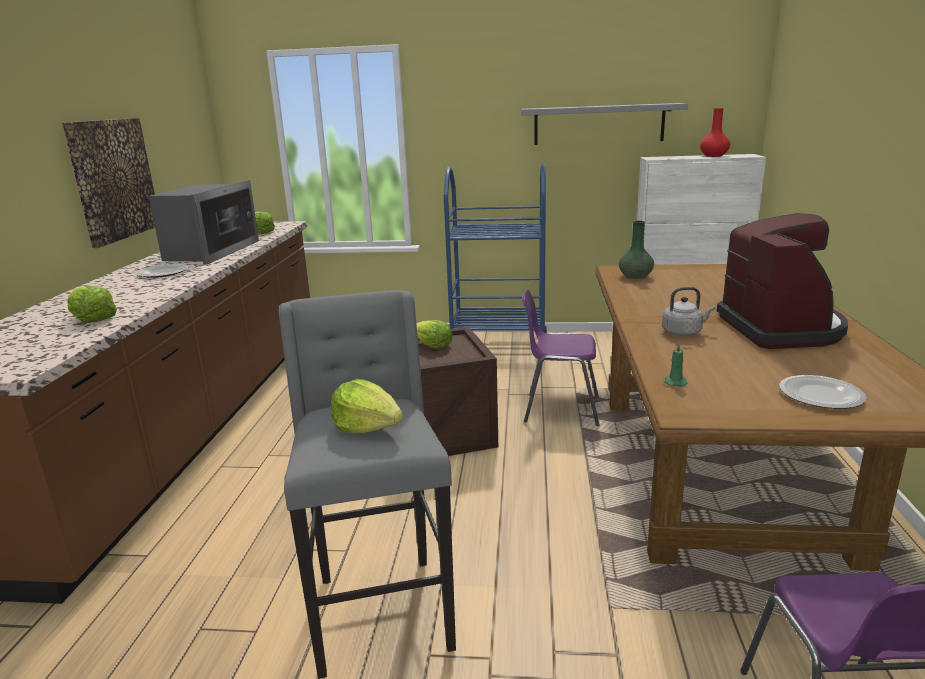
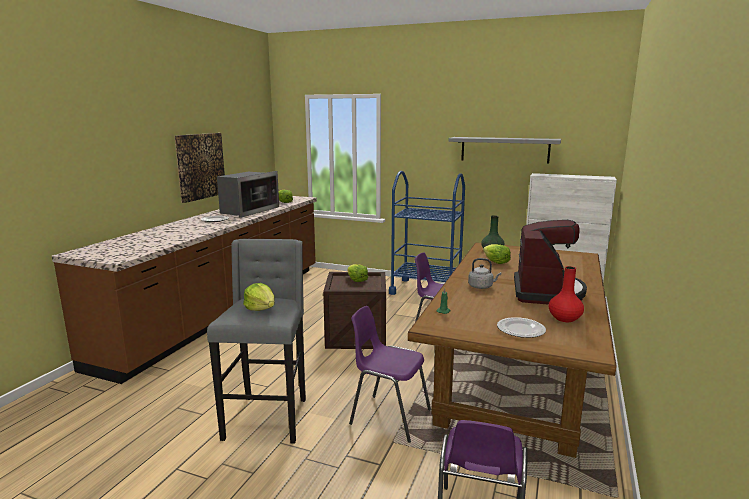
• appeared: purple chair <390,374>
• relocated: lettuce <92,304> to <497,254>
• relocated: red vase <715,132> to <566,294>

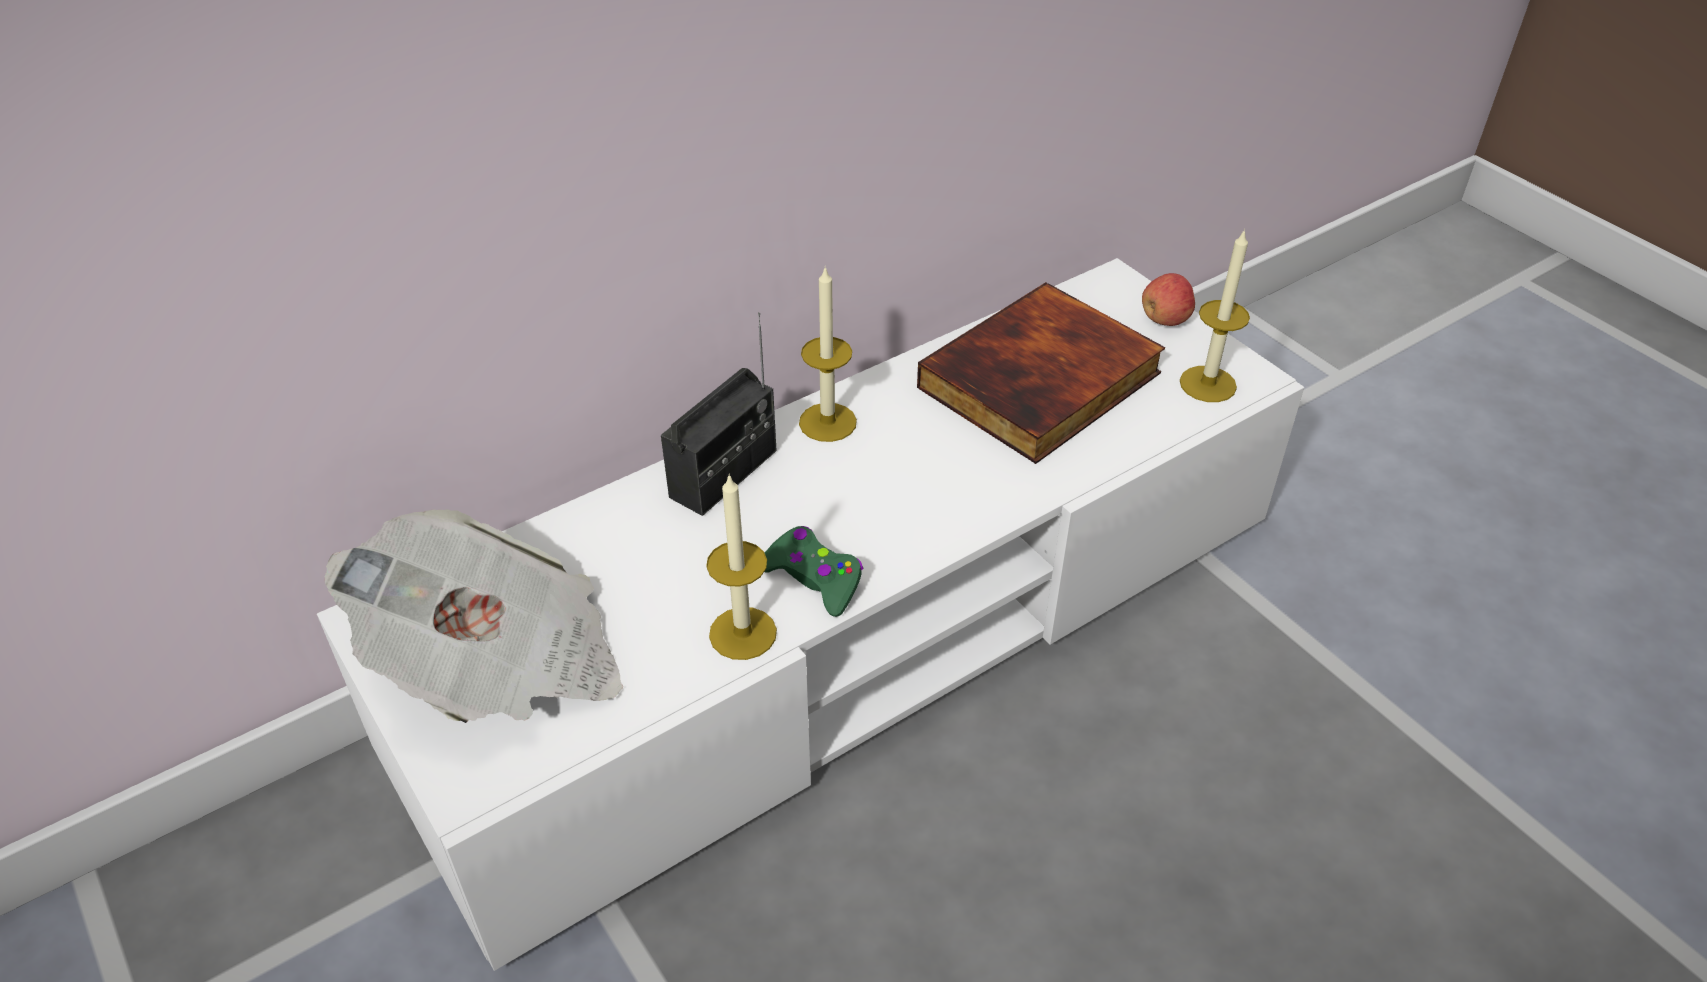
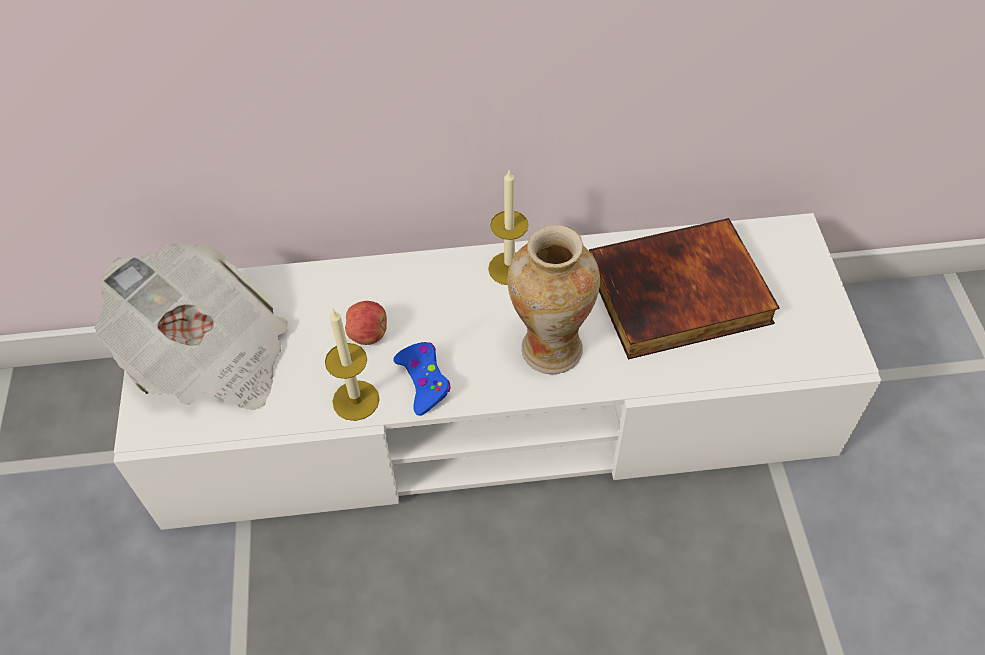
• missing: radio <719,414>
• missing: candle <1215,315>
• appeared: vase <553,299>
• relocated: apple <1168,299> to <366,323>
• colour: green game controller <813,571> to blue game controller <421,379>

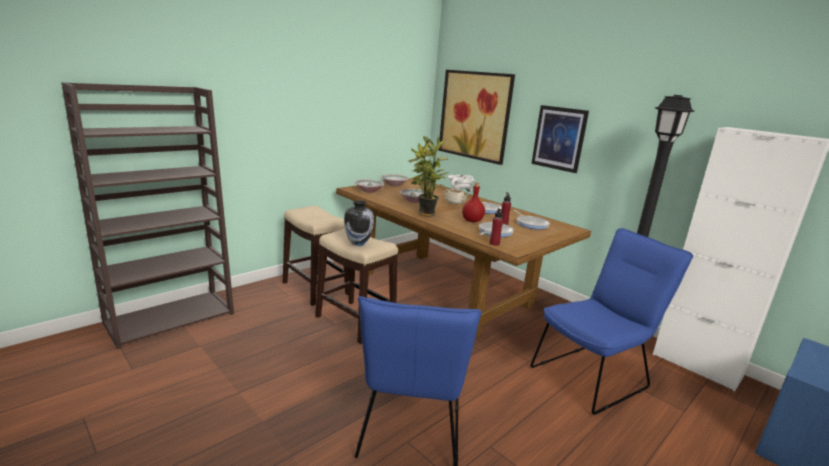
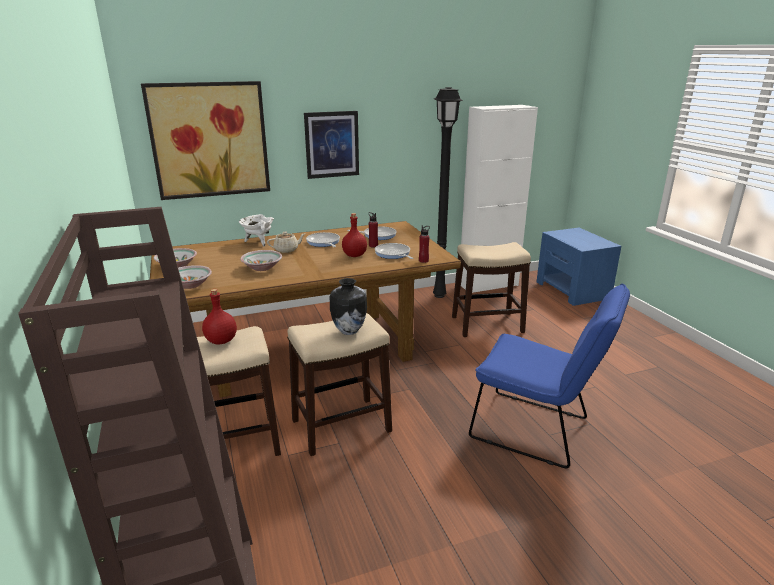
• missing: potted plant <428,177>
• appeared: red bottle <219,317>
• exchanged: blue chair <611,321> to stool <491,289>

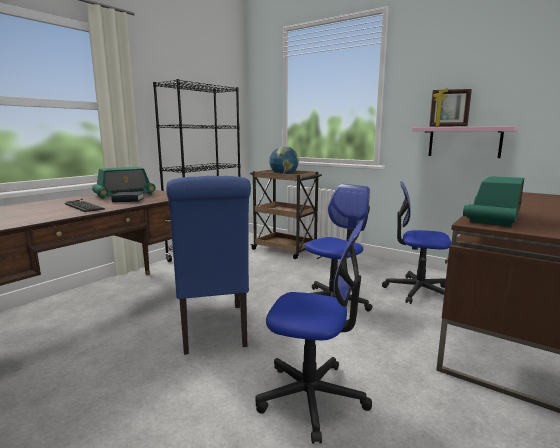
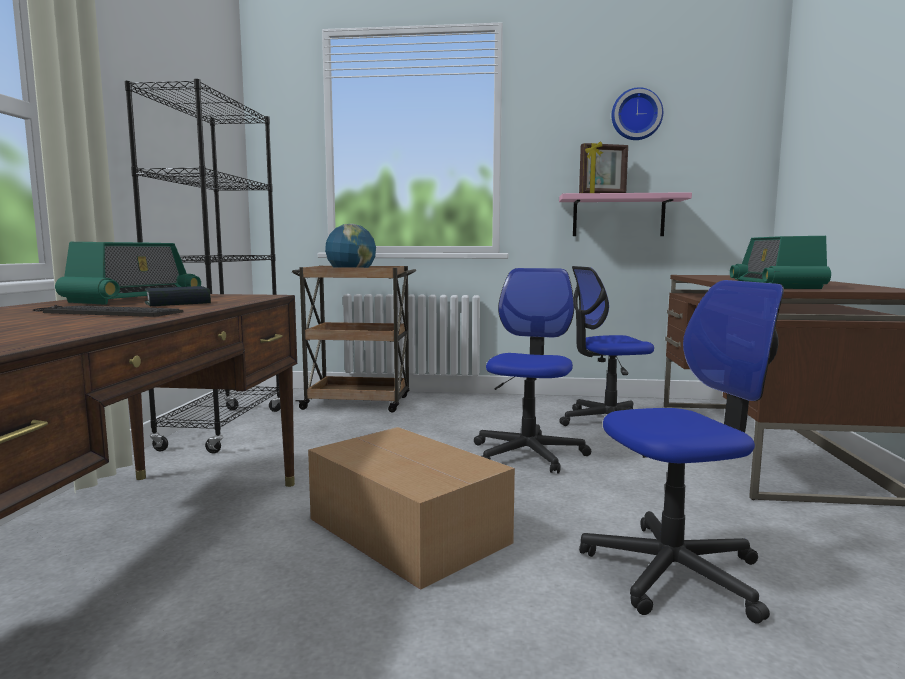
• appeared: wall clock <637,113>
• exchanged: blue chair <208,265> to cardboard box <411,508>

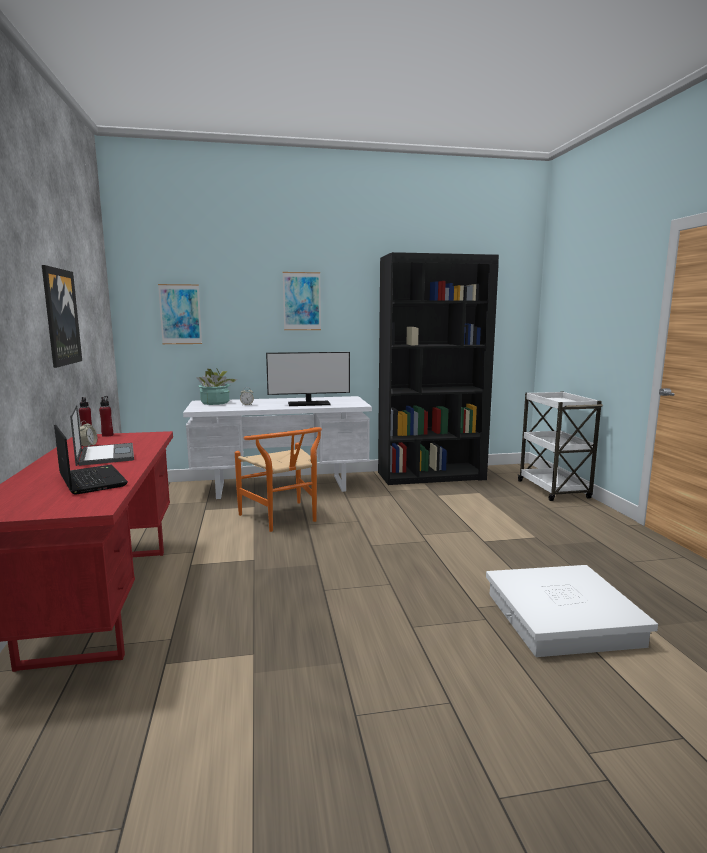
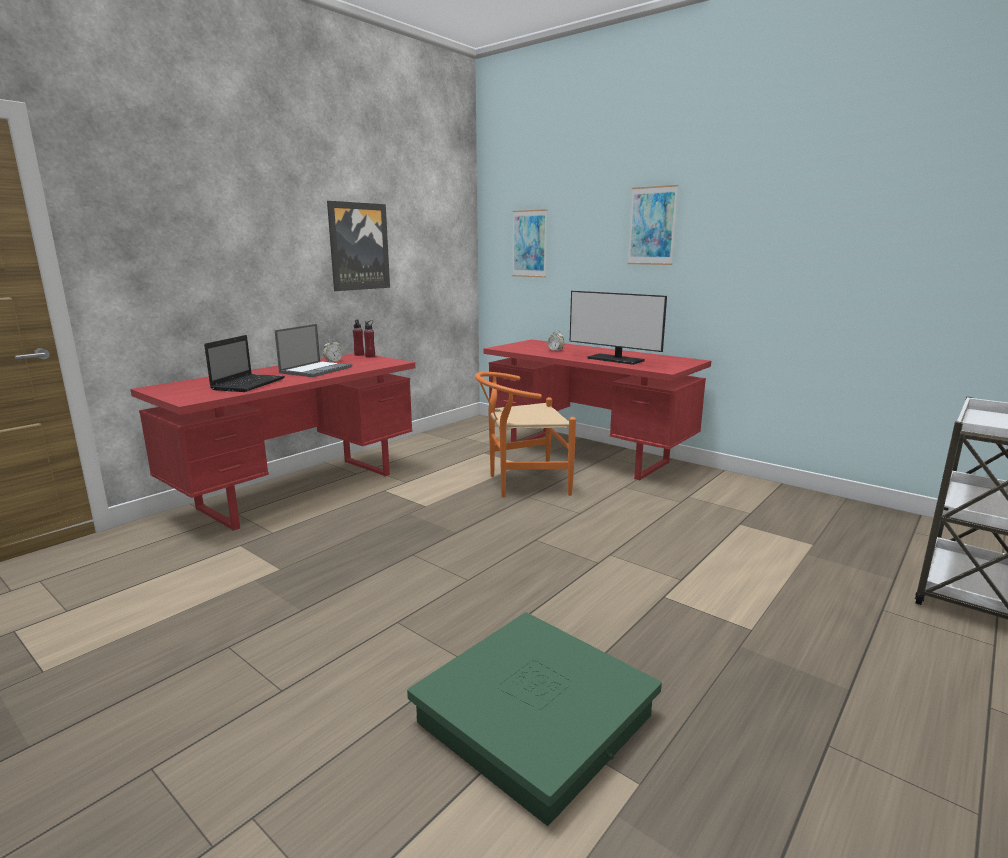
• missing: potted plant <217,386>
• missing: black bookcase <438,368>
• colour: white desk <277,447> to red desk <597,409>
• colour: white storage box <572,611> to green storage box <534,719>
• spun: orange chair <278,479> = <525,434> 60 degrees clockwise

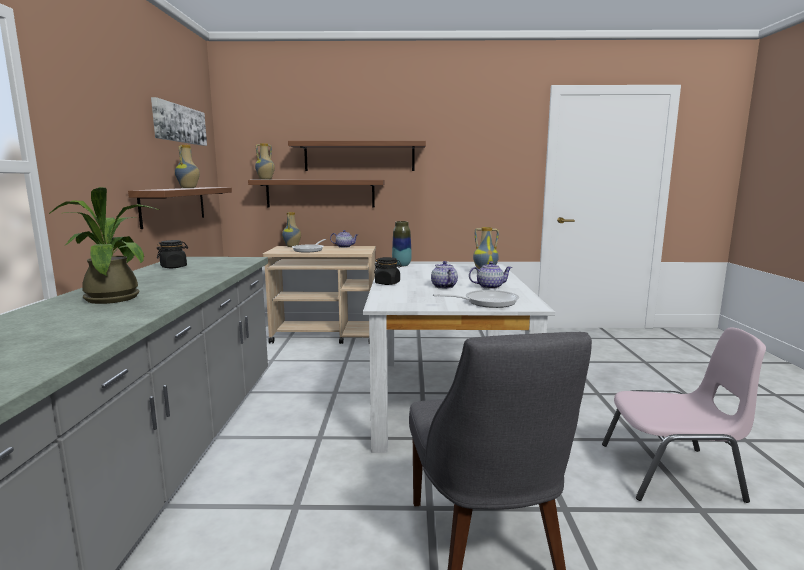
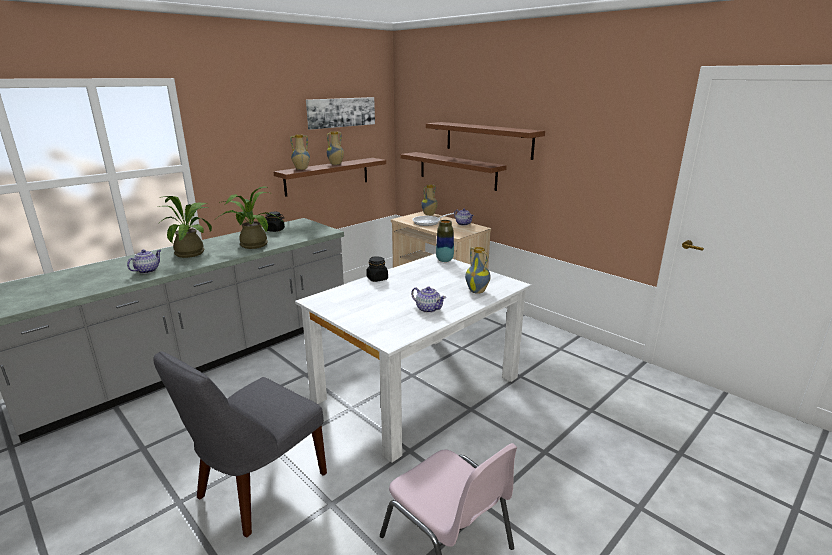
• missing: frying pan <476,299>
• appeared: potted plant <249,218>
• relocated: vase <265,161> to <300,152>
• relocated: teapot <444,275> to <144,262>

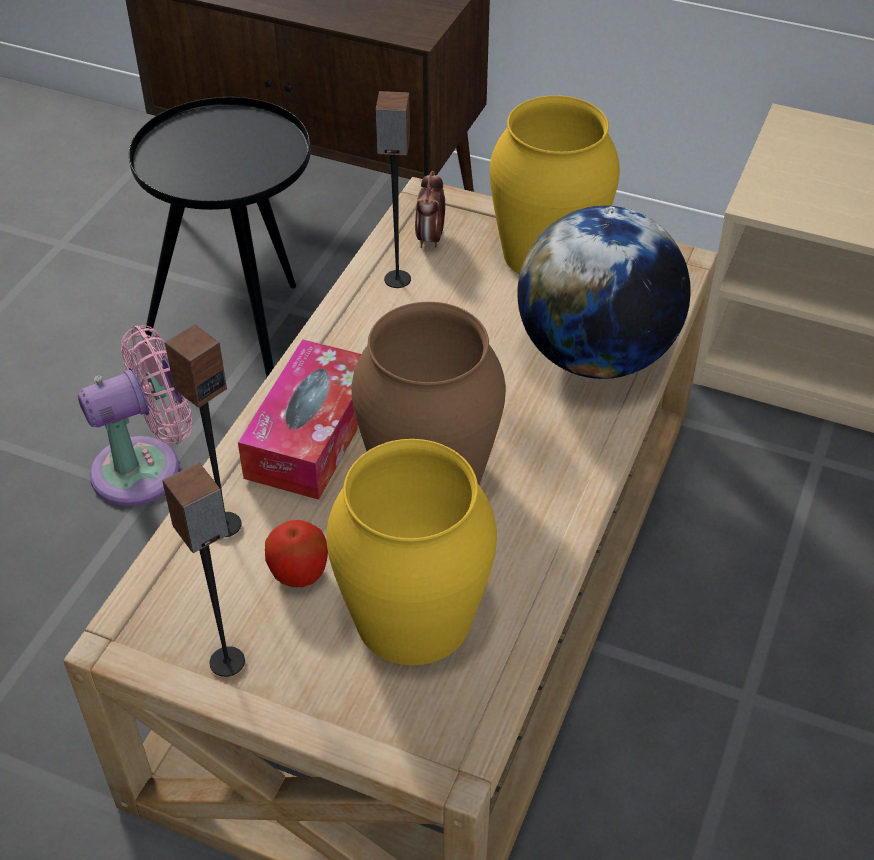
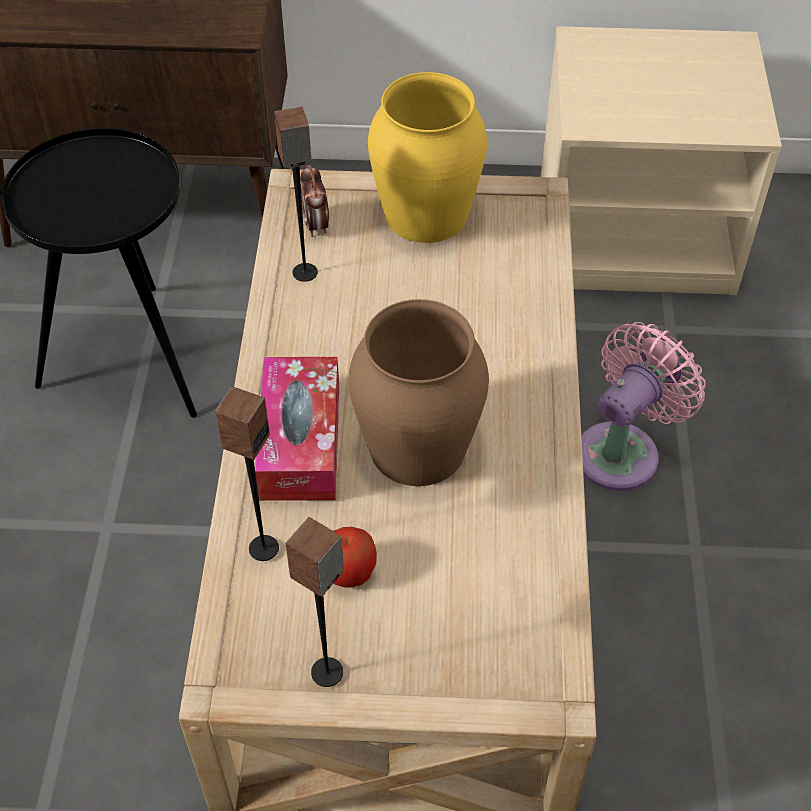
• missing: yellow vase <411,552>
• missing: globe <604,292>
• relocated: pink fan <135,415> to <643,406>

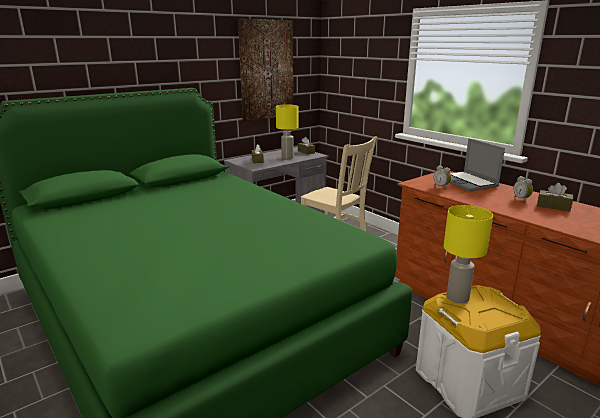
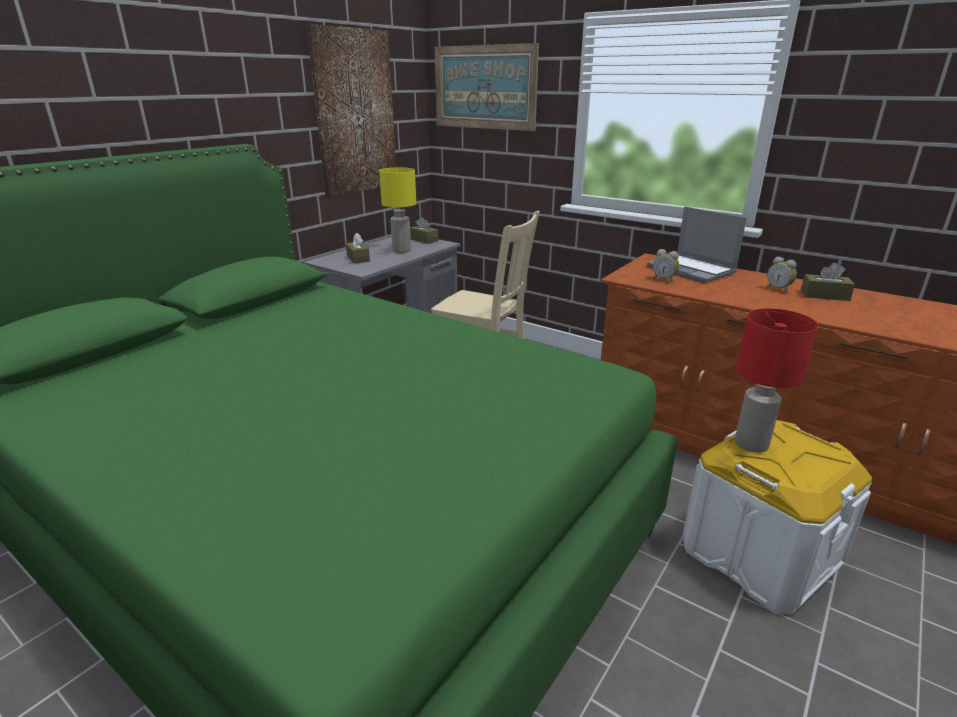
• appeared: picture <487,87>
• colour: yellow table lamp <468,254> to red table lamp <776,380>

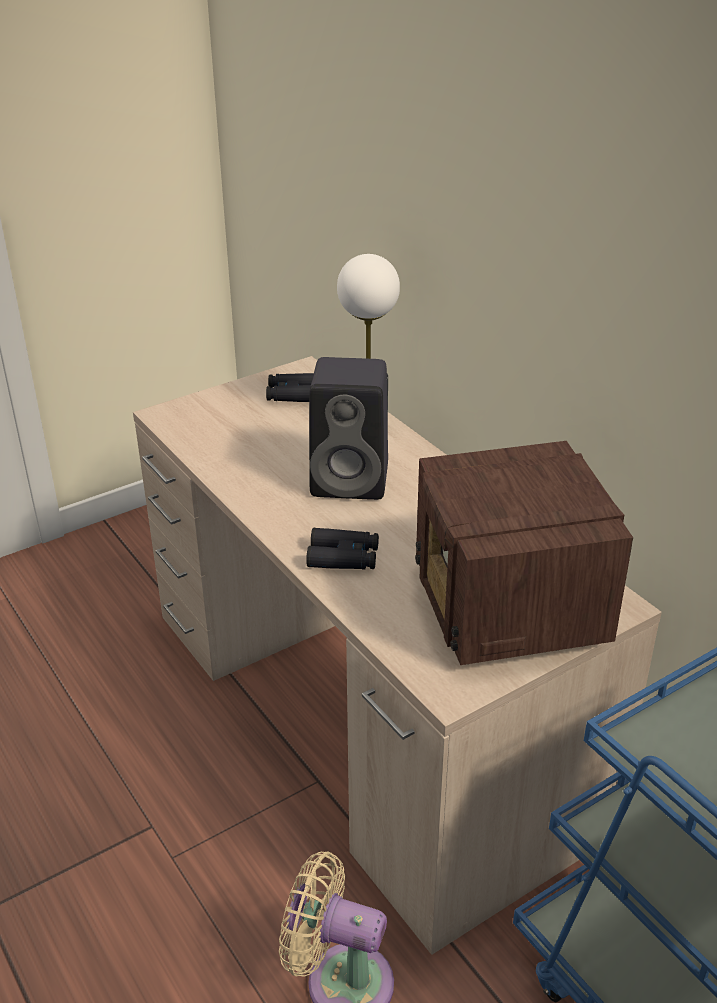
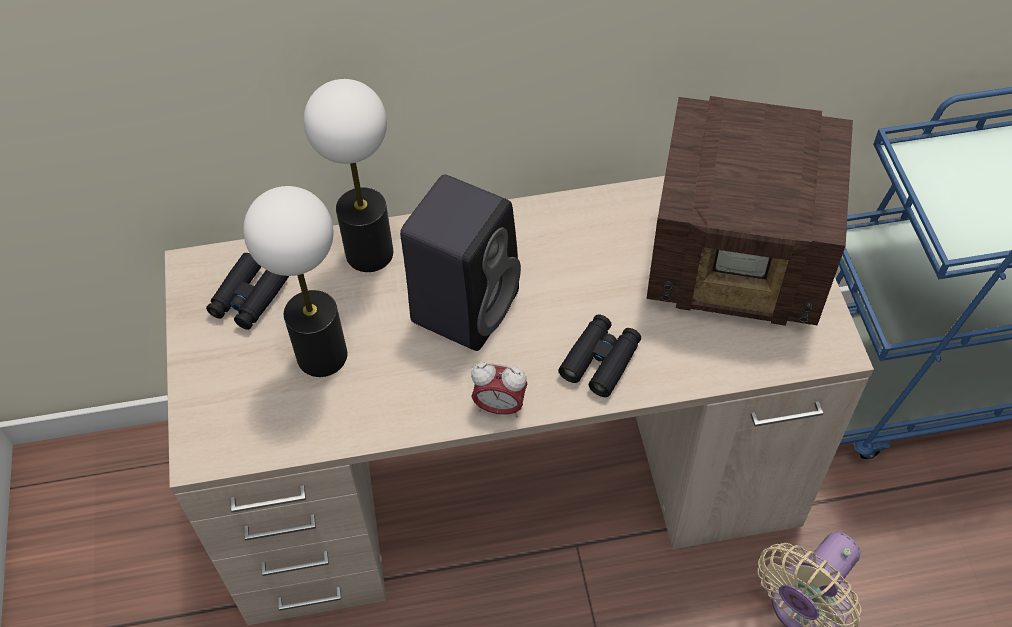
• appeared: table lamp <295,281>
• appeared: alarm clock <499,389>

